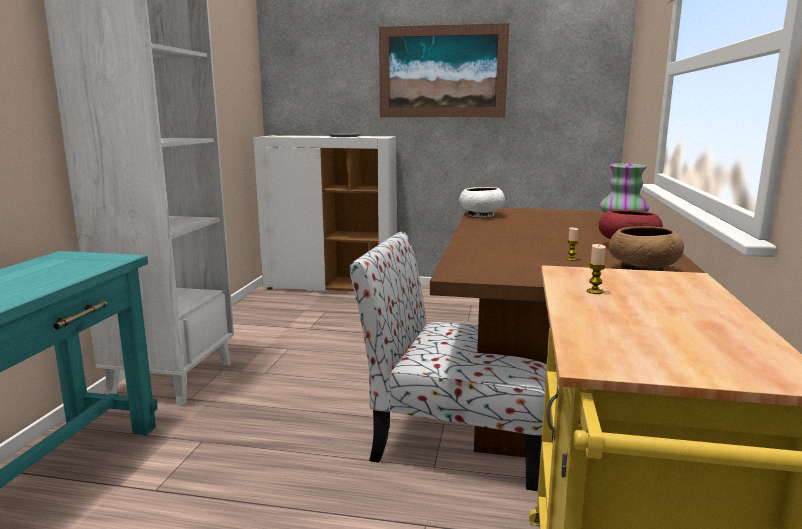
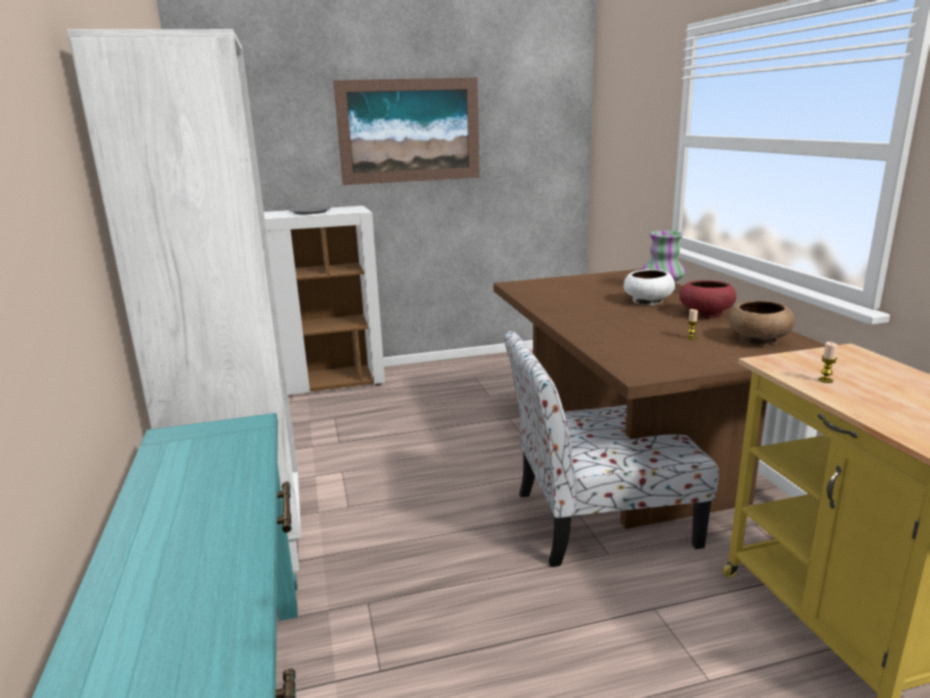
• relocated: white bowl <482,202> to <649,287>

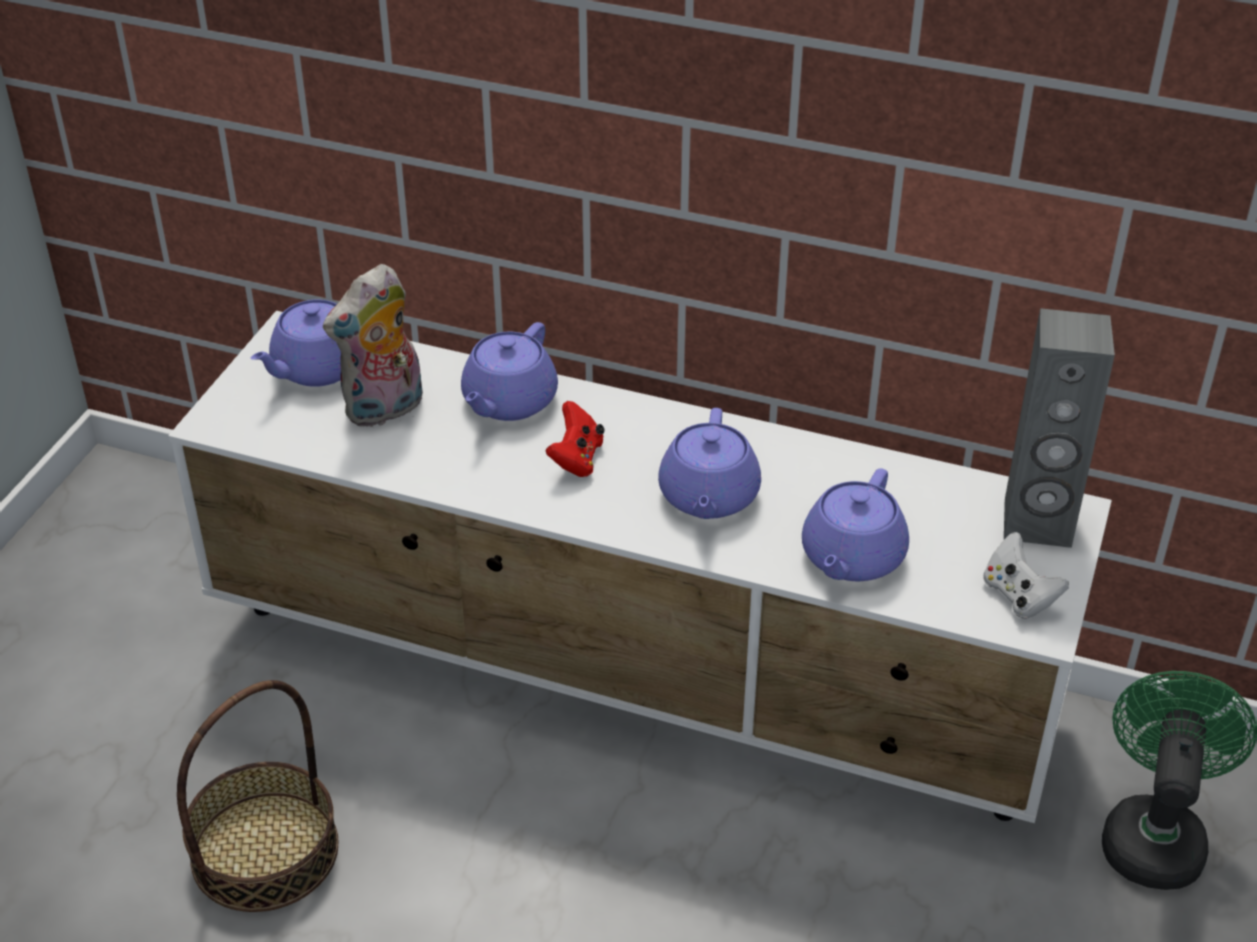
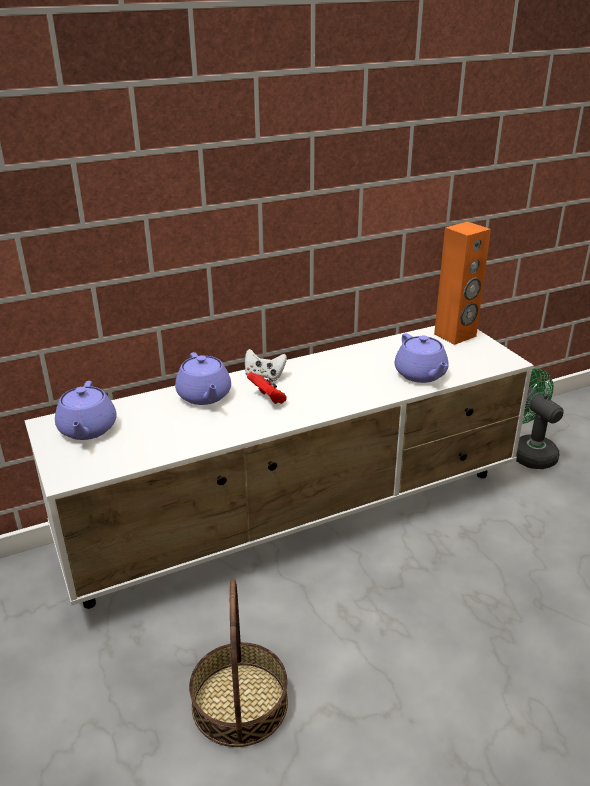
• missing: plush toy <373,346>
• missing: purple teapot <709,463>
• relocated: white game controller <1026,575> to <266,365>
• colour: grey speaker <1059,428> to orange speaker <462,283>

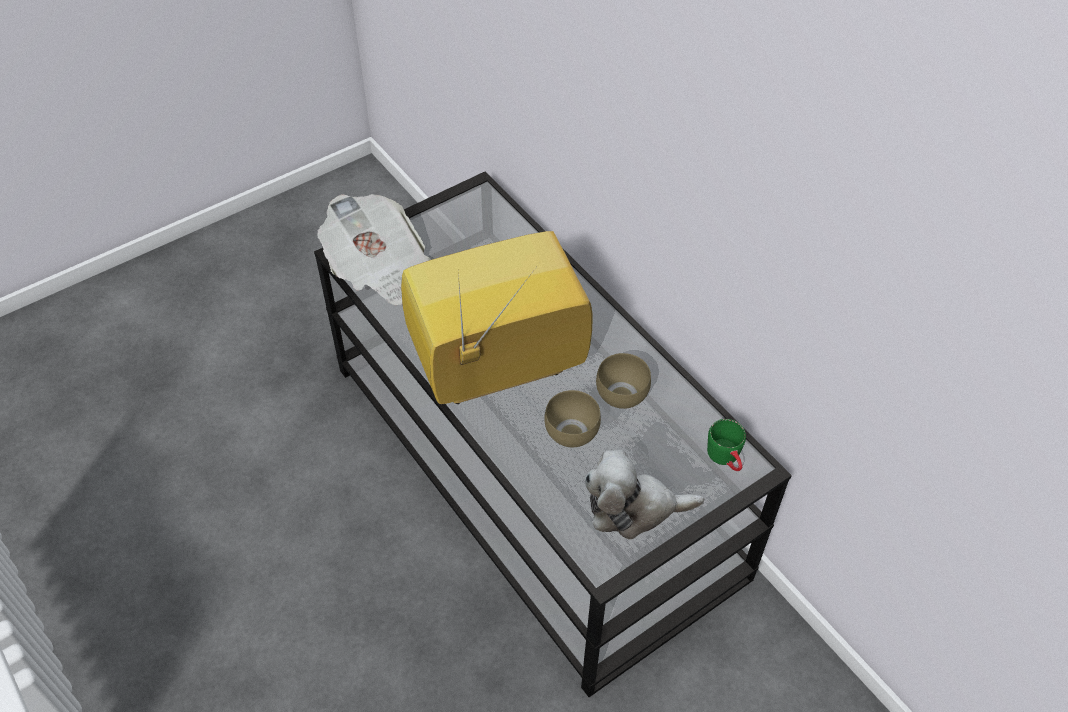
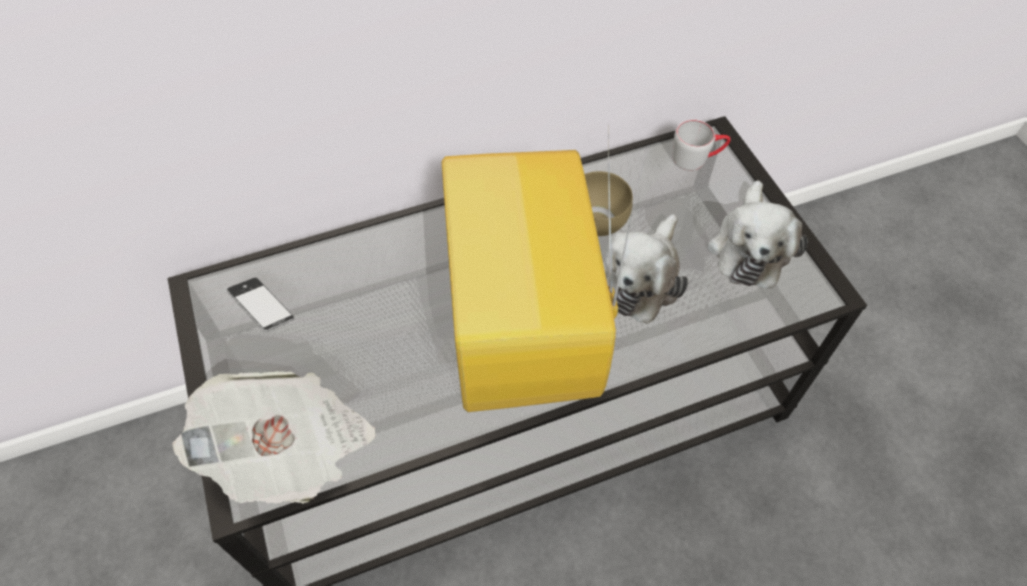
• appeared: phone <260,305>
• exchanged: brown bowl <572,418> to plush toy <645,269>
• colour: green mug <726,445> to grey mug <701,145>

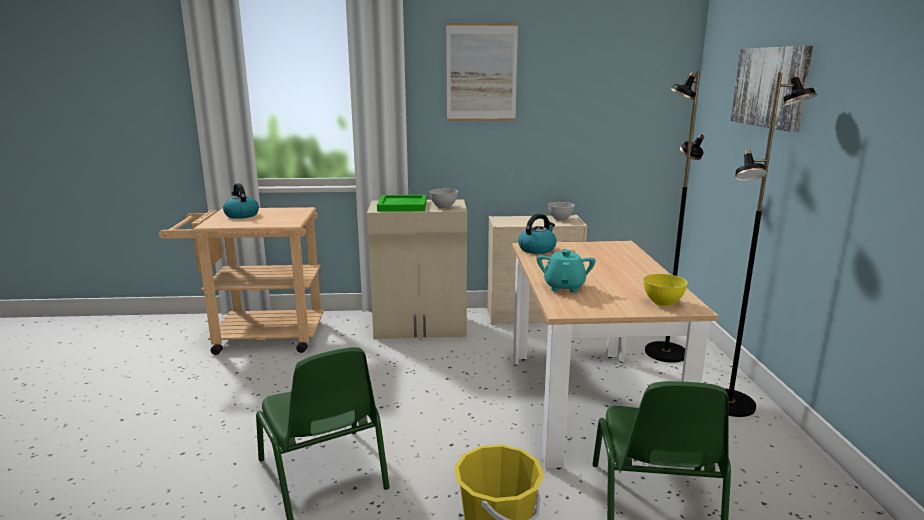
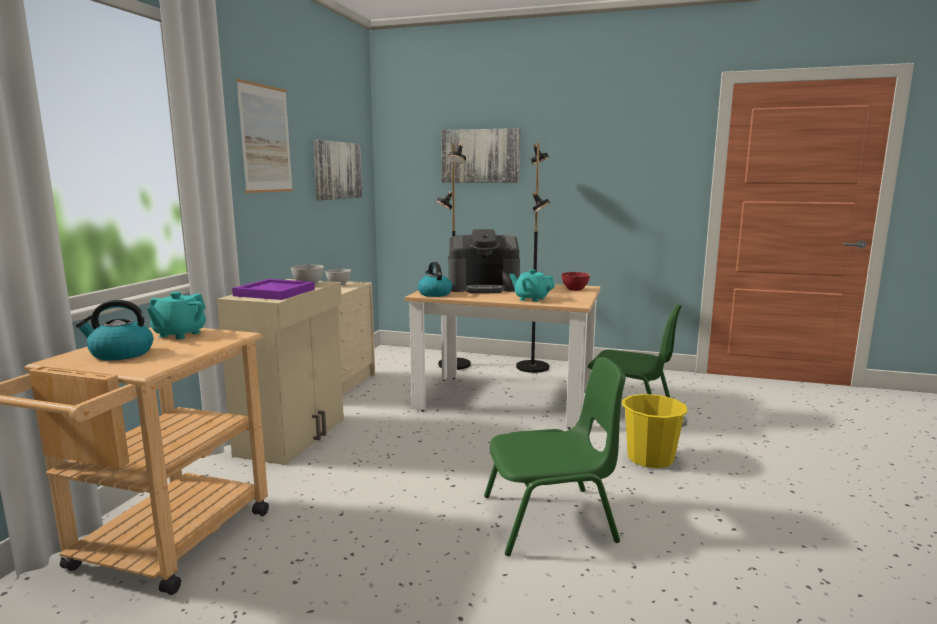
• appeared: turquoise teapot <176,315>
• appeared: picture <337,170>
• appeared: coffee machine <484,261>
• colour: green tray <401,203> to purple tray <273,289>
• colour: yellow bowl <665,290> to red bowl <576,281>

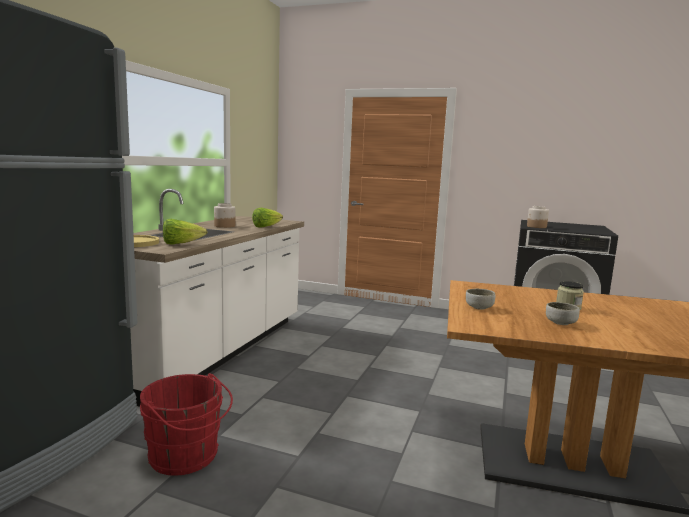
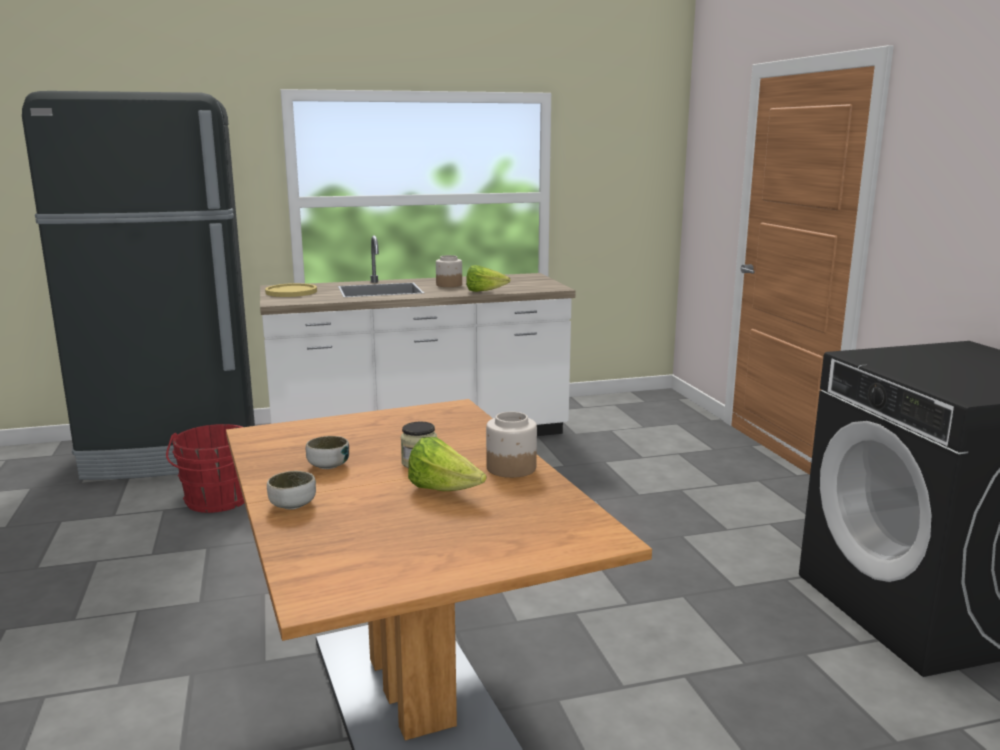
• relocated: lettuce <185,232> to <447,464>
• relocated: bowl <481,299> to <291,490>
• relocated: jar <538,217> to <511,445>

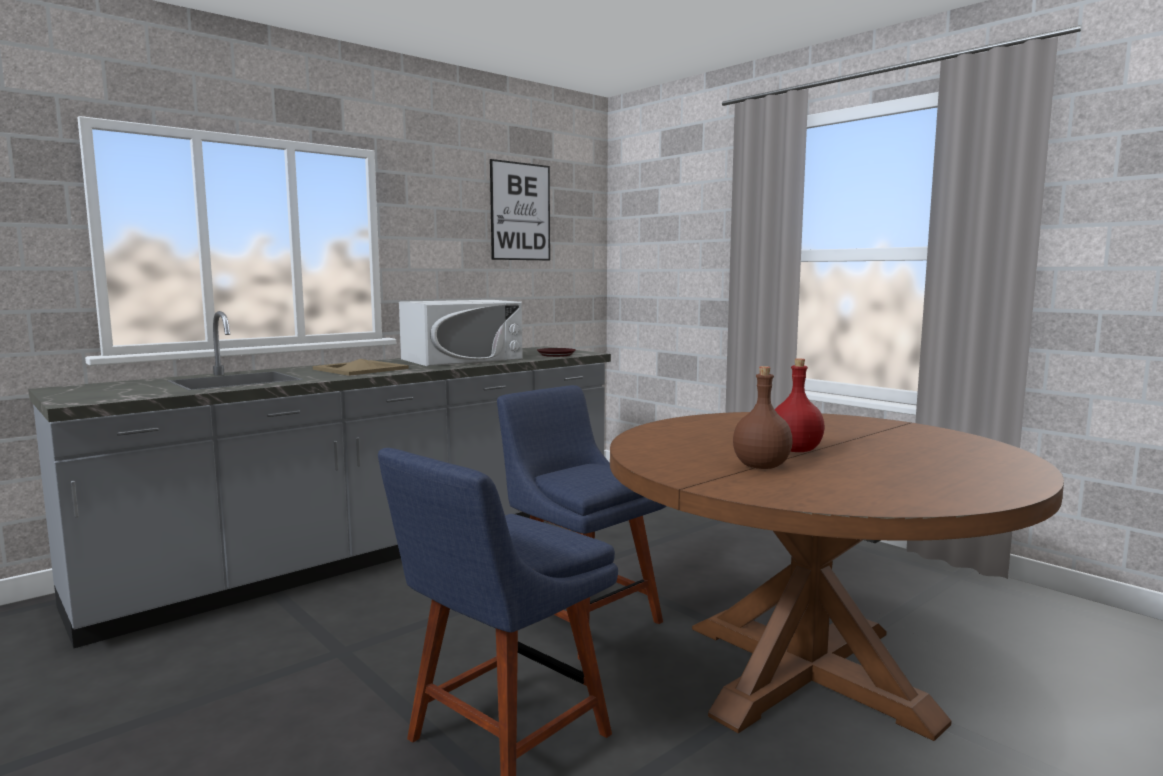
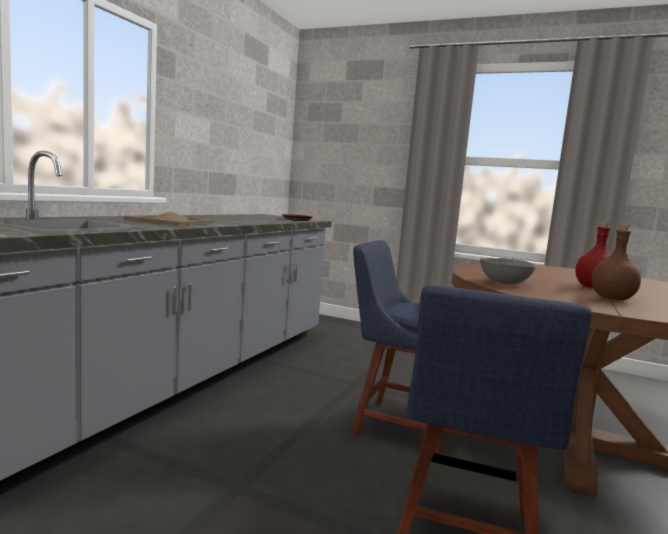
• missing: white microwave <460,333>
• missing: picture <520,210>
• appeared: grey bowl <508,271>

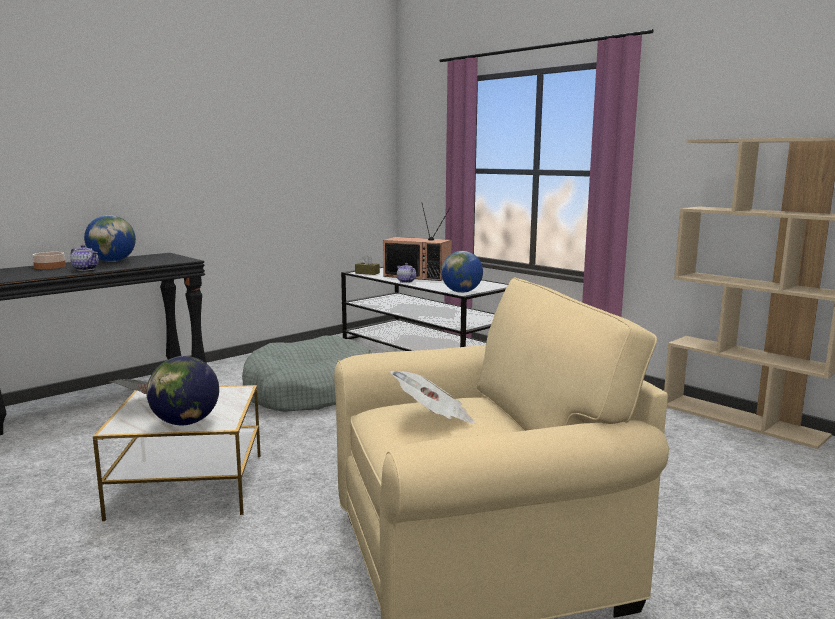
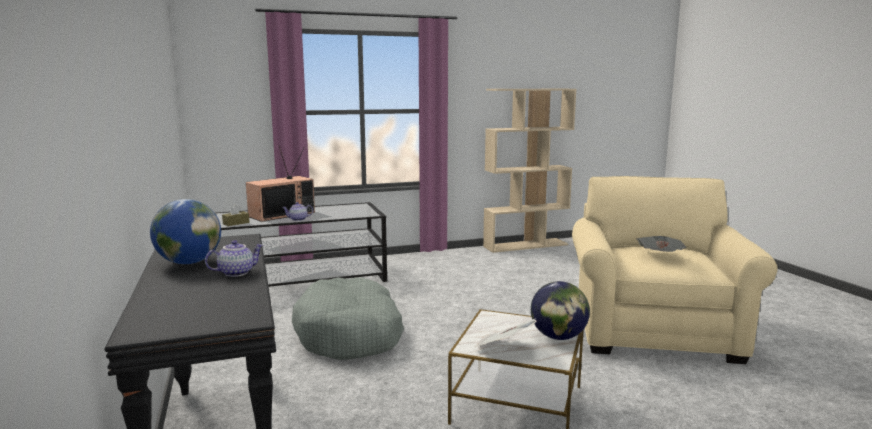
• missing: bowl <49,260>
• missing: globe <462,272>

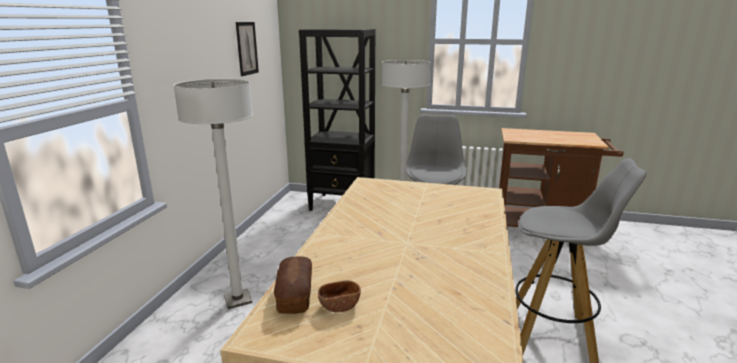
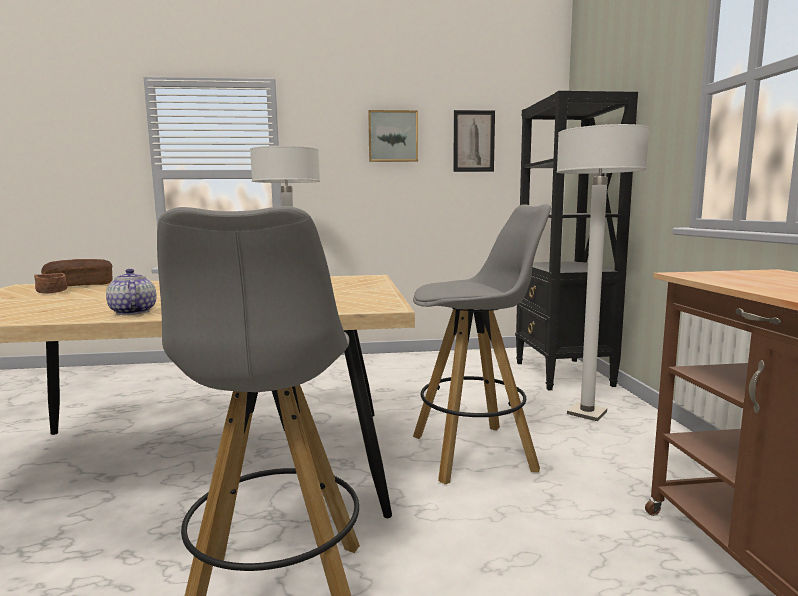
• appeared: teapot <131,292>
• appeared: picture <393,136>

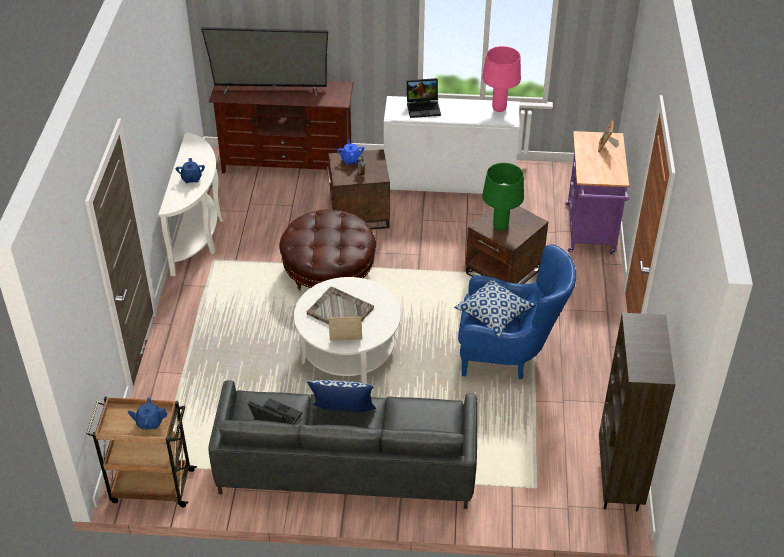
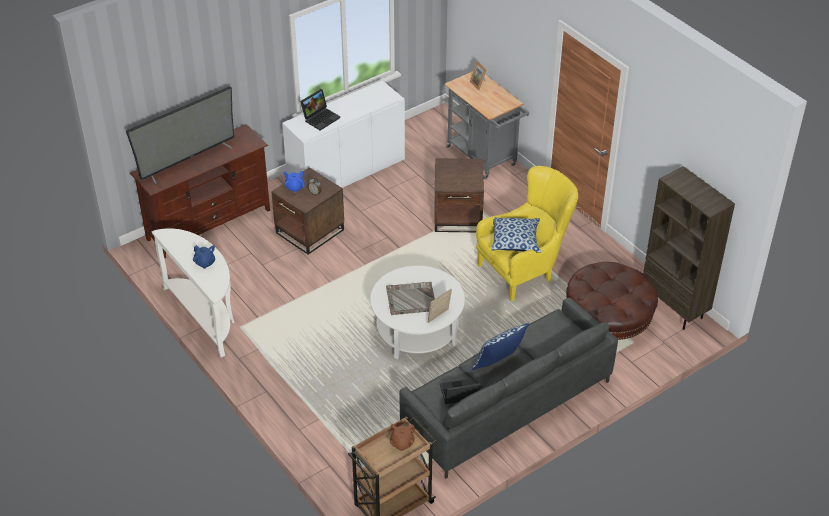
• missing: pink table lamp <501,79>
• missing: green table lamp <503,197>
• relocated: brown ottoman <327,250> to <612,301>
• colour: blue teapot <147,413> to brown teapot <403,437>
• colour: blue armchair <517,311> to yellow armchair <527,234>
• colour: purple cart <597,193> to grey cart <487,125>

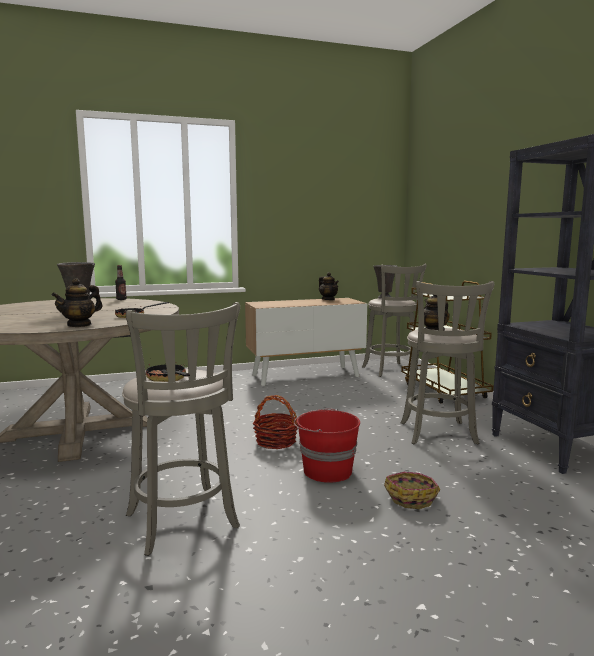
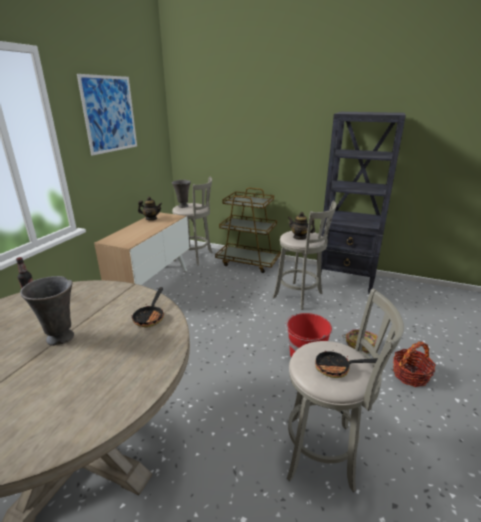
• missing: teapot <77,302>
• appeared: picture <107,115>
• relocated: basket <275,422> to <414,364>

